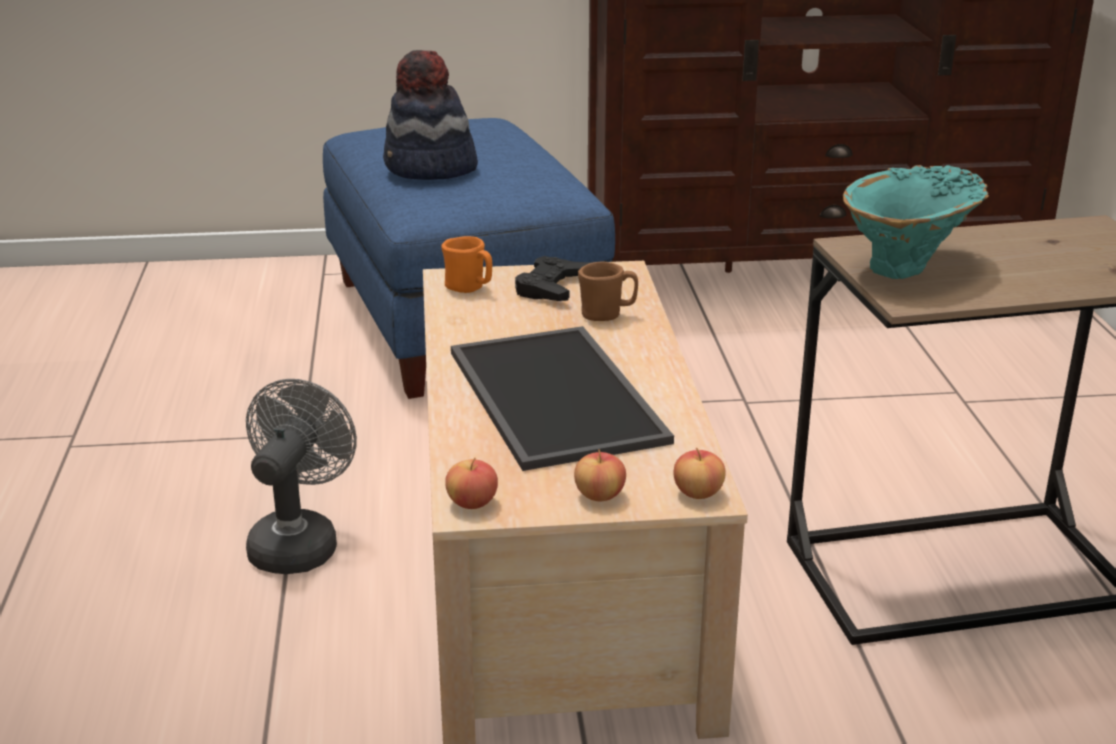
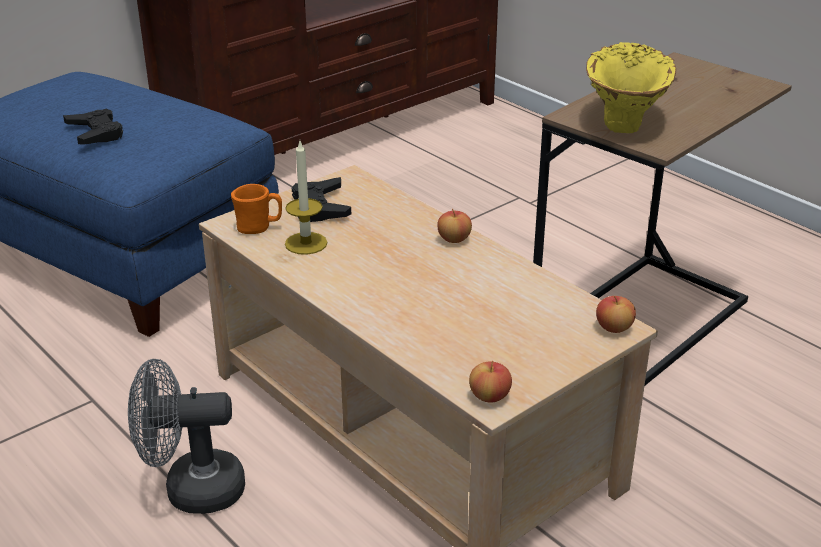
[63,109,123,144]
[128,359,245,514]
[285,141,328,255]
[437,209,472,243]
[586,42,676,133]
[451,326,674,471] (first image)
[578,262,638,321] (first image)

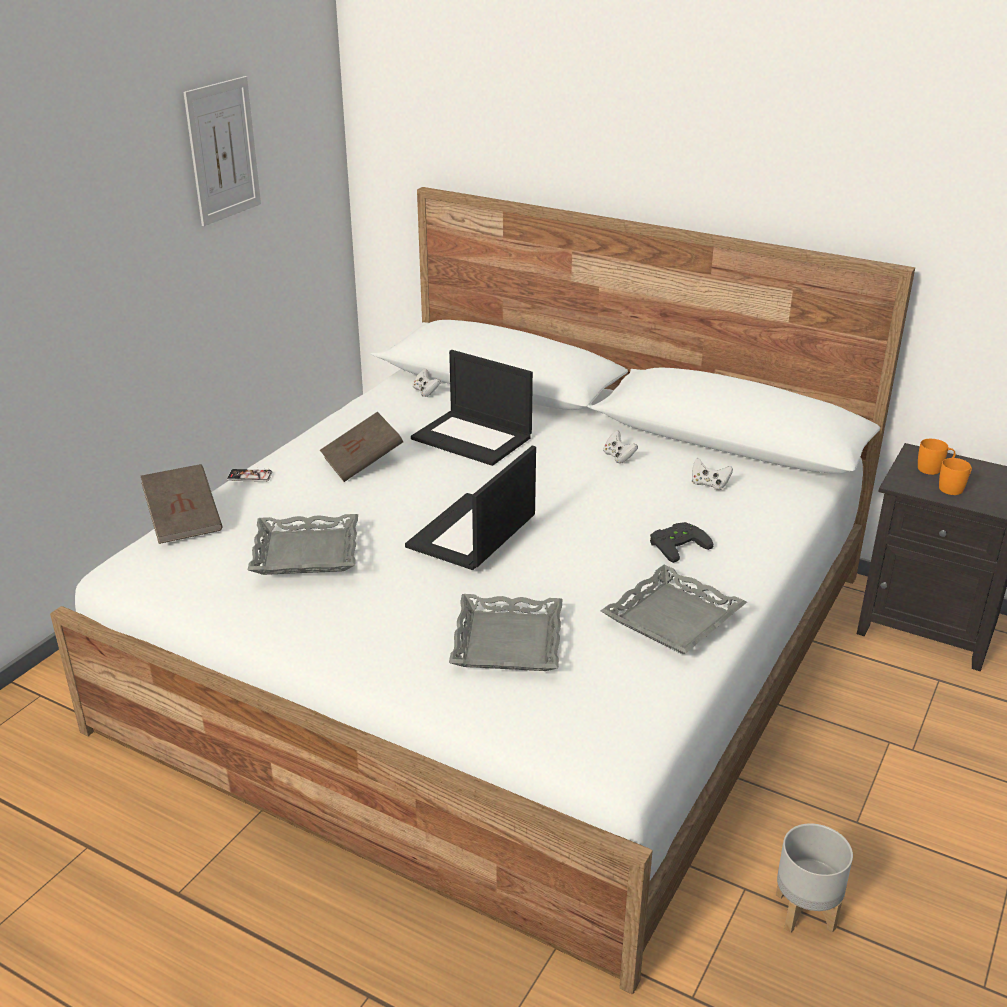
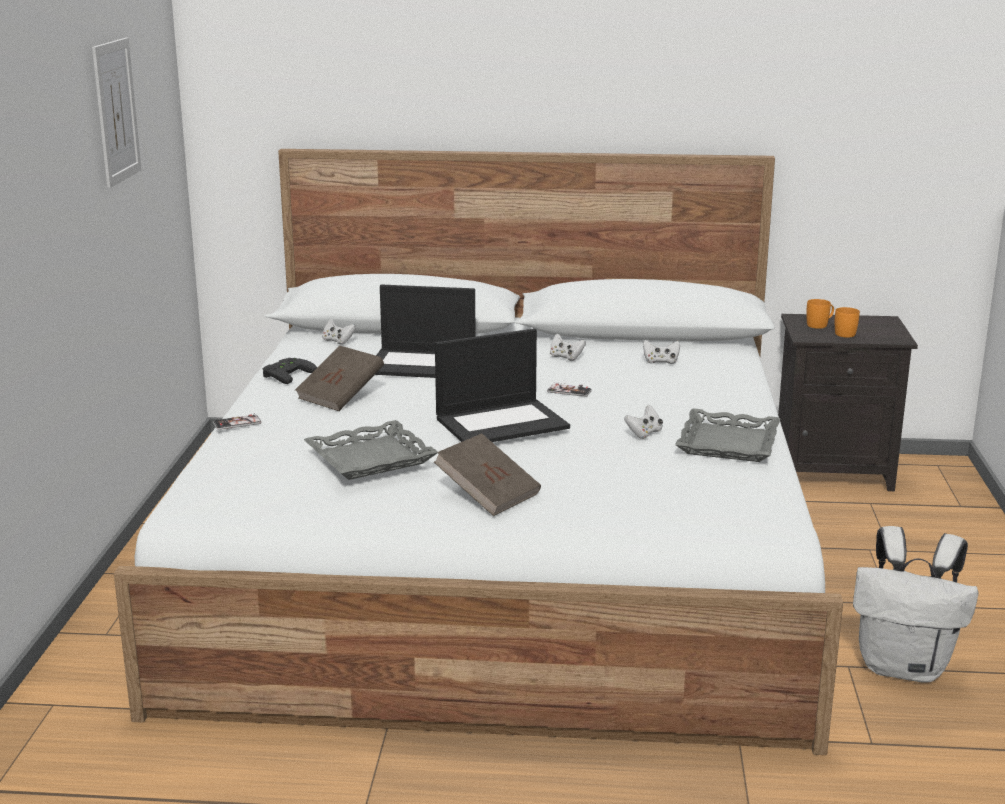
[262,358,317,384]
[434,433,541,516]
[435,329,570,442]
[547,382,592,397]
[624,405,663,439]
[853,526,979,682]
[449,594,563,671] (first image)

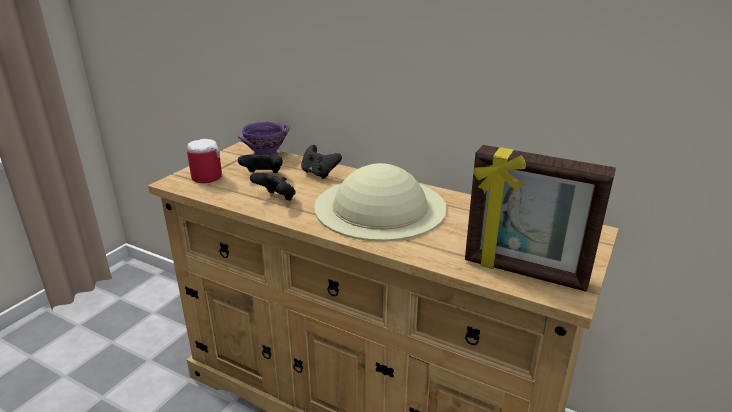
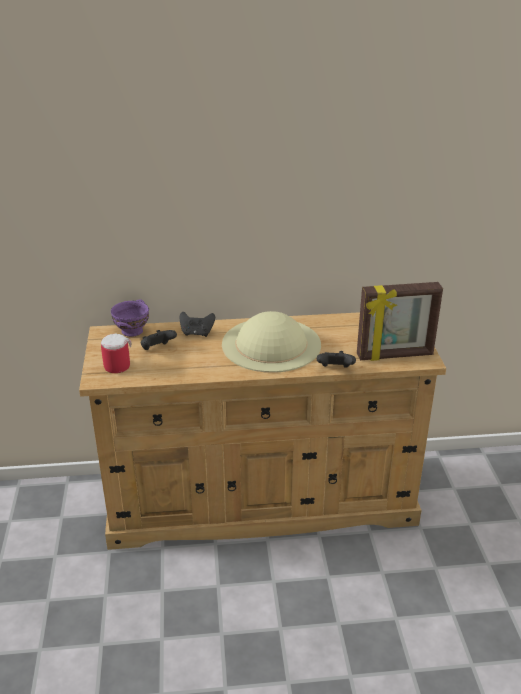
[317,351,356,368]

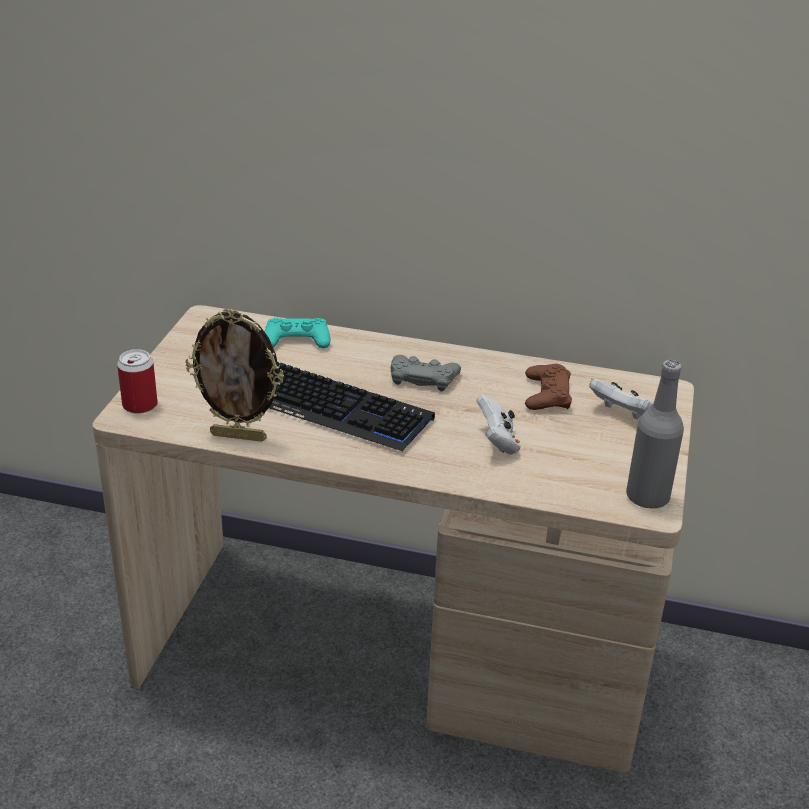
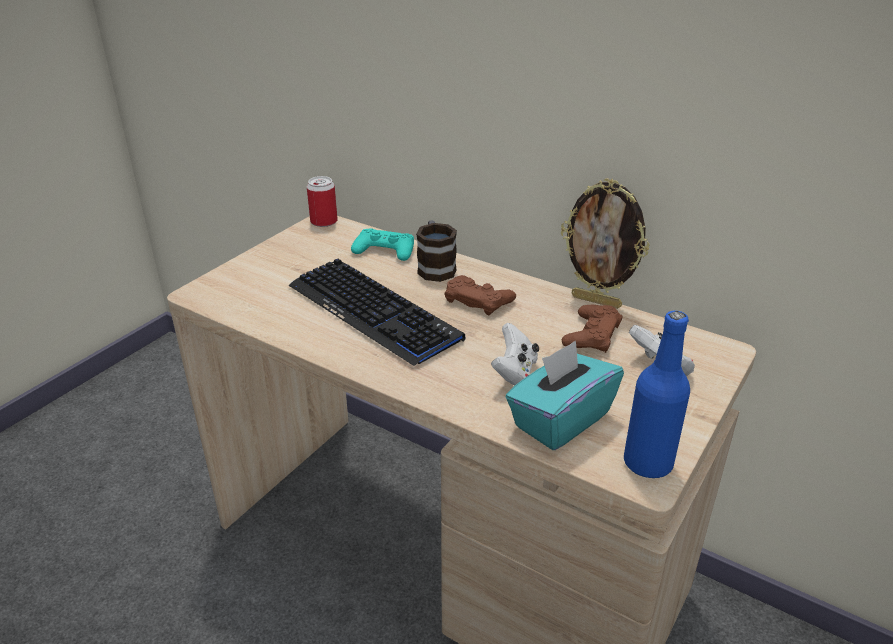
[307,176,338,227]
[416,220,457,282]
[444,275,516,315]
[505,340,624,450]
[561,179,650,309]
[624,311,690,479]

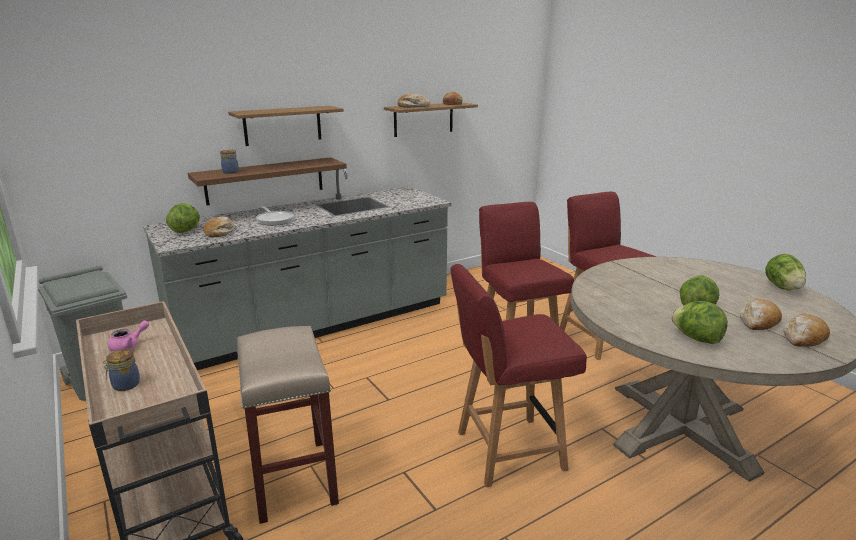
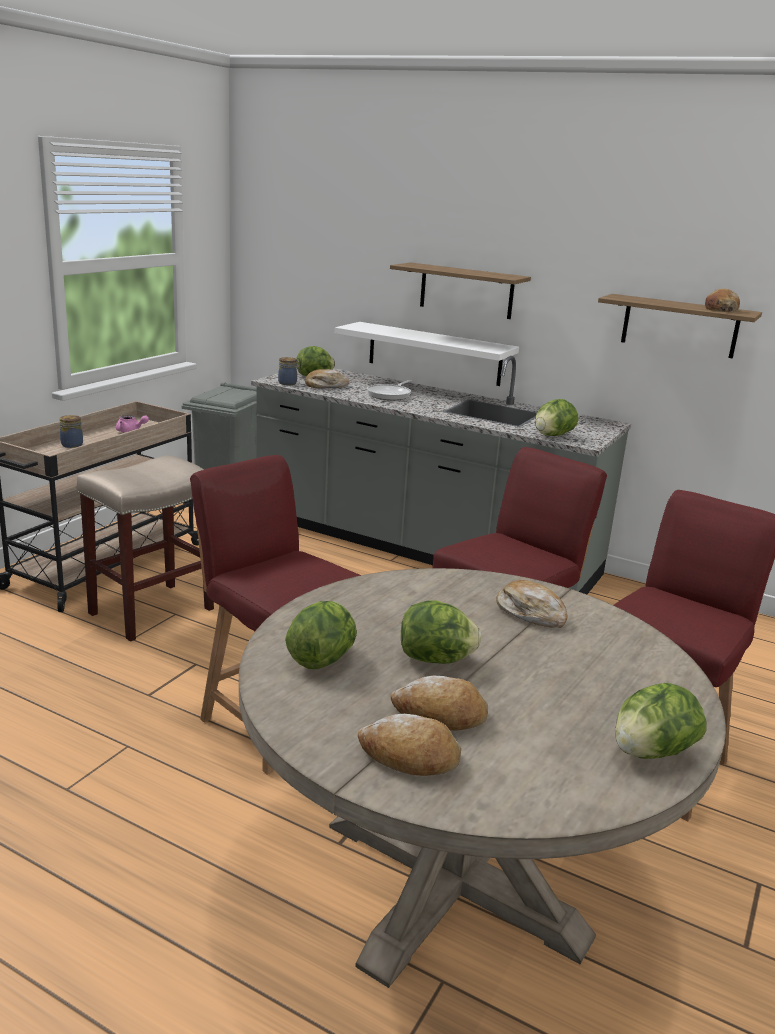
[278,357,299,385]
[335,322,519,386]
[496,580,568,628]
[535,399,578,436]

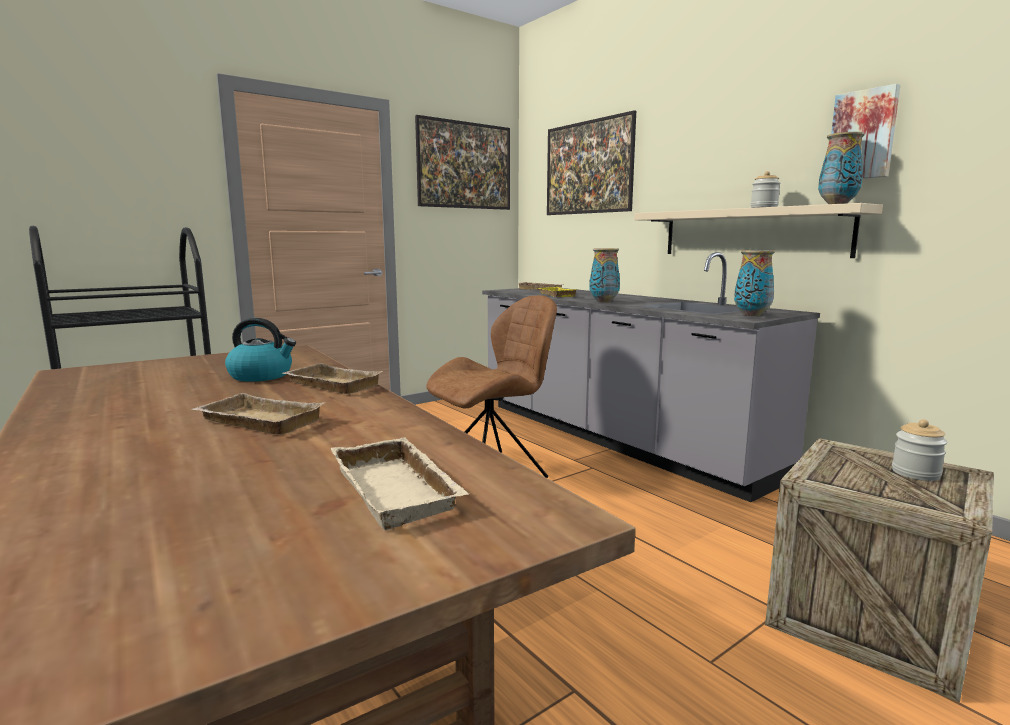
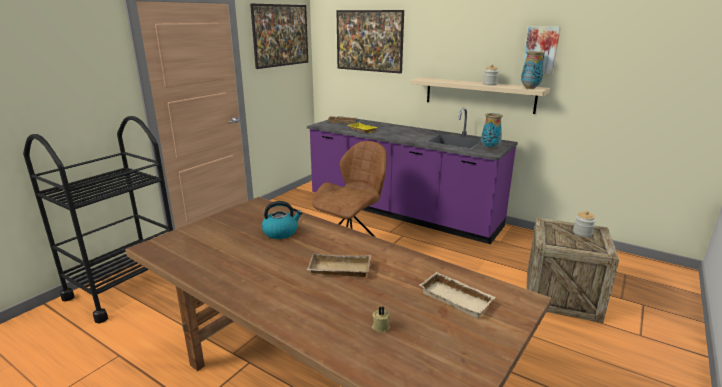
[307,108,518,244]
[372,306,390,333]
[282,363,383,394] (first image)
[589,248,620,303] (first image)

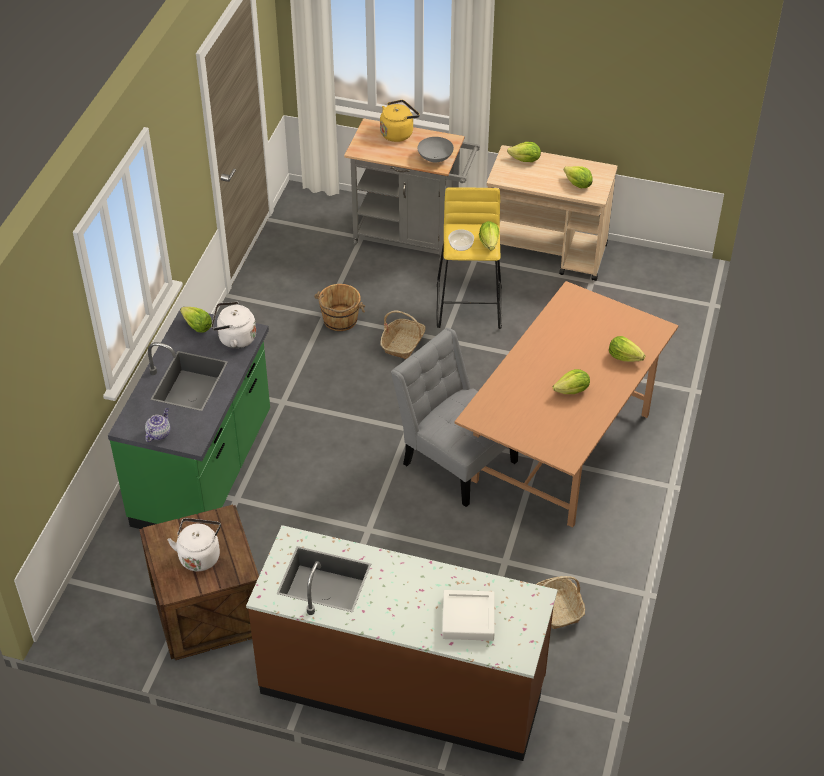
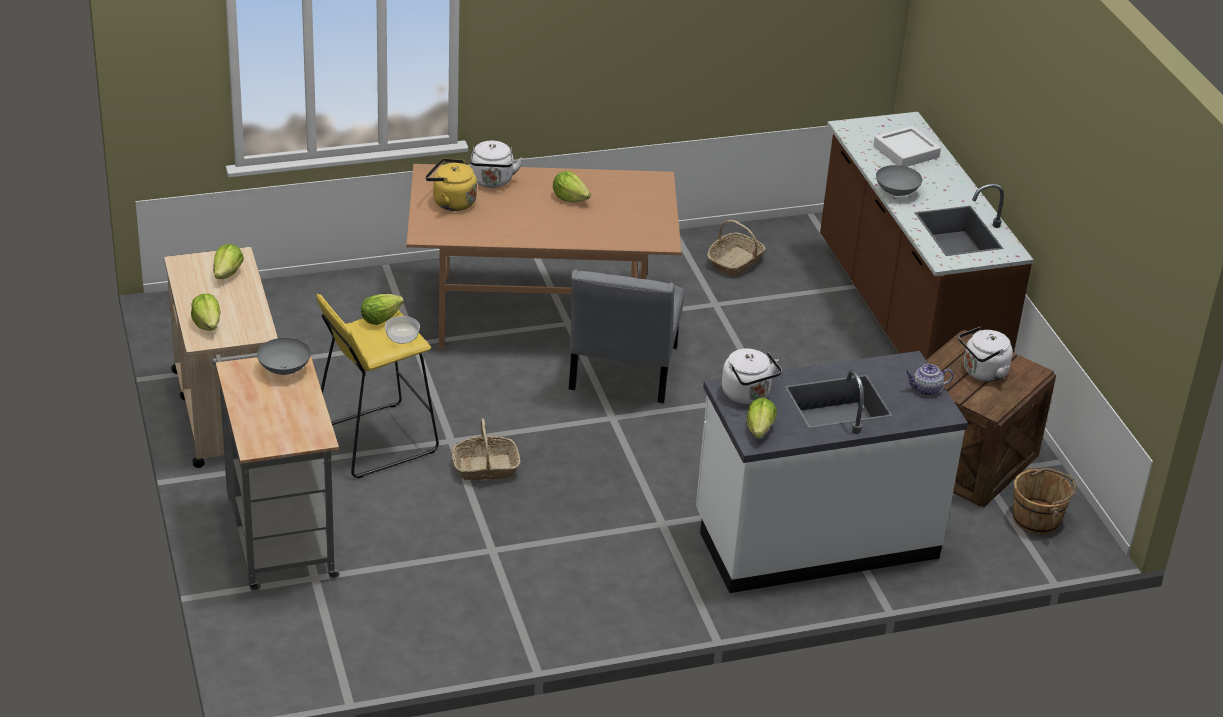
[425,158,477,211]
[471,141,523,188]
[696,351,968,593]
[876,165,922,196]
[1013,467,1076,535]

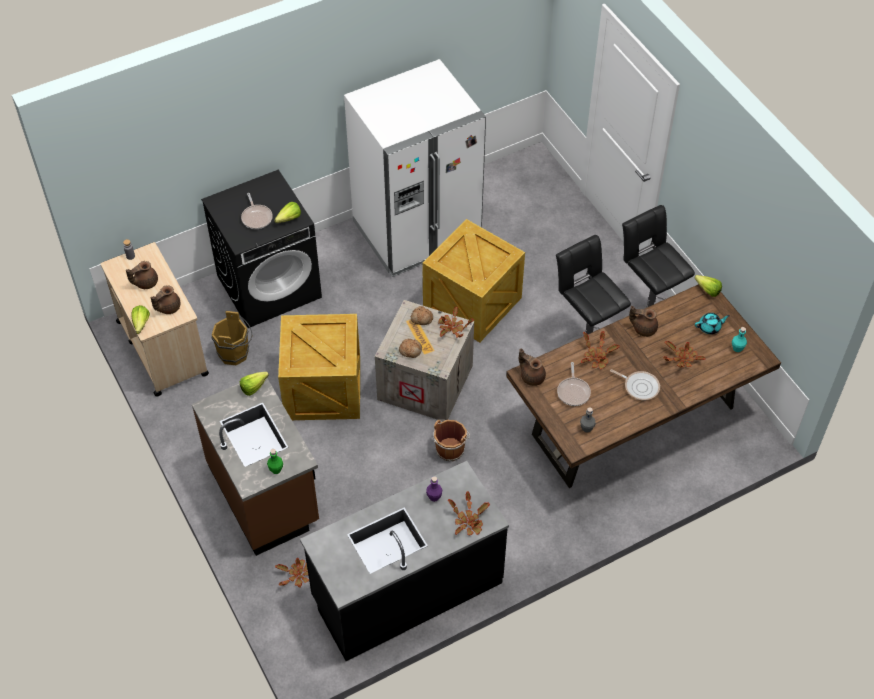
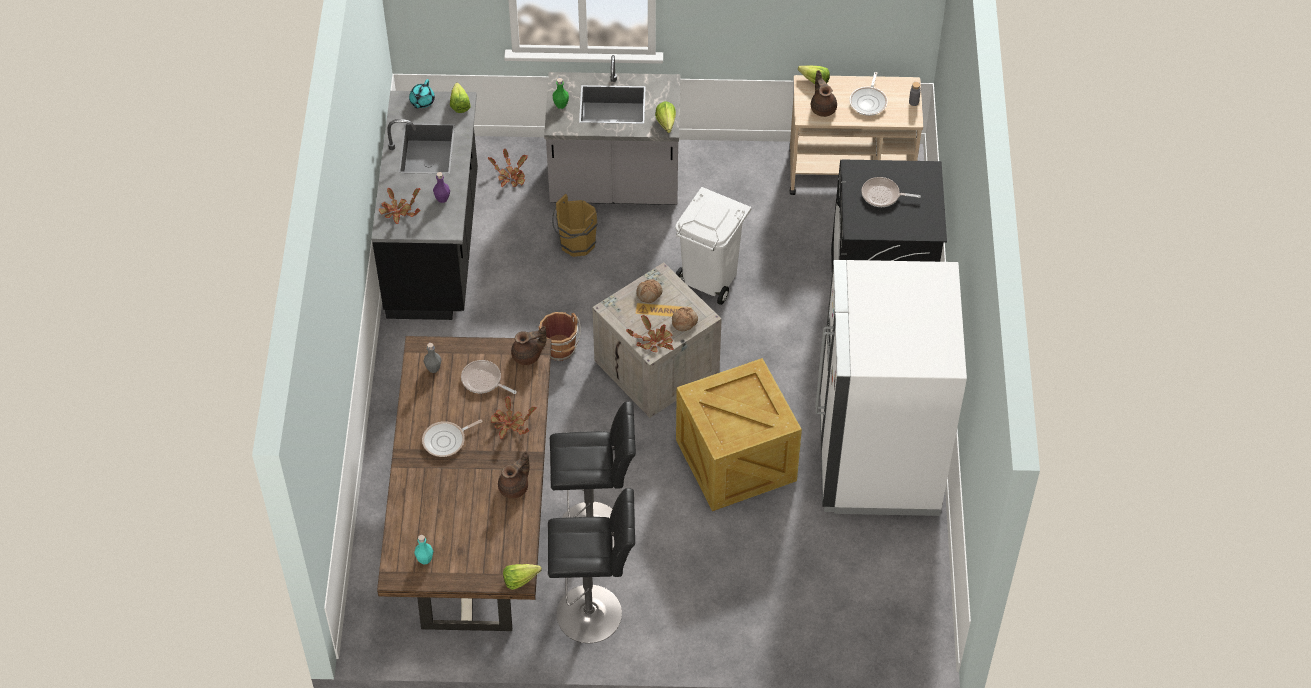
[409,79,435,108]
[450,82,471,113]
[544,55,681,205]
[552,194,598,257]
[675,187,751,305]
[849,72,888,116]
[663,341,705,368] (first image)

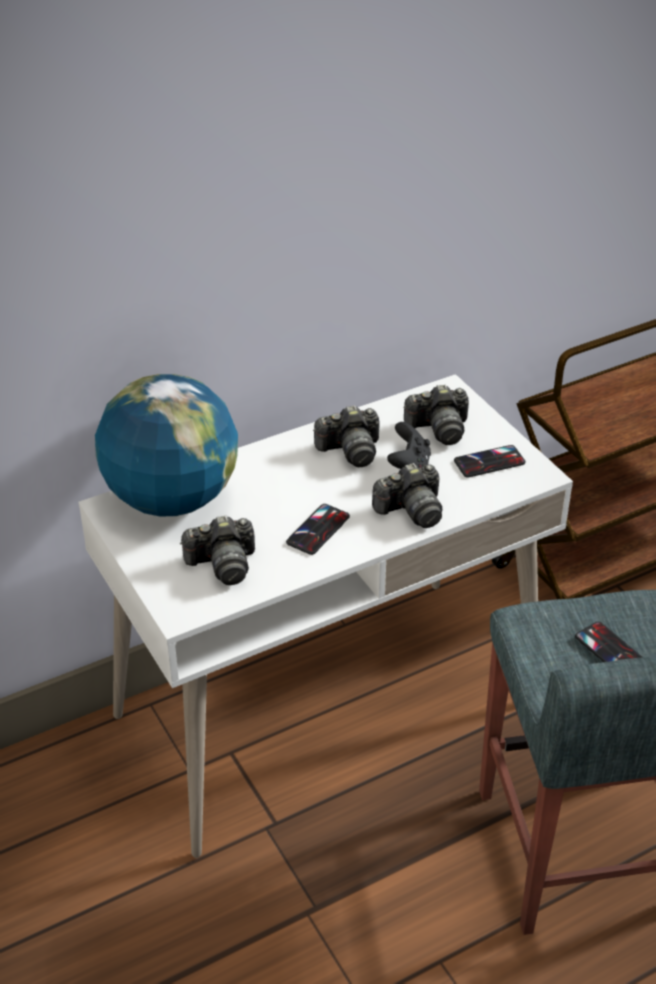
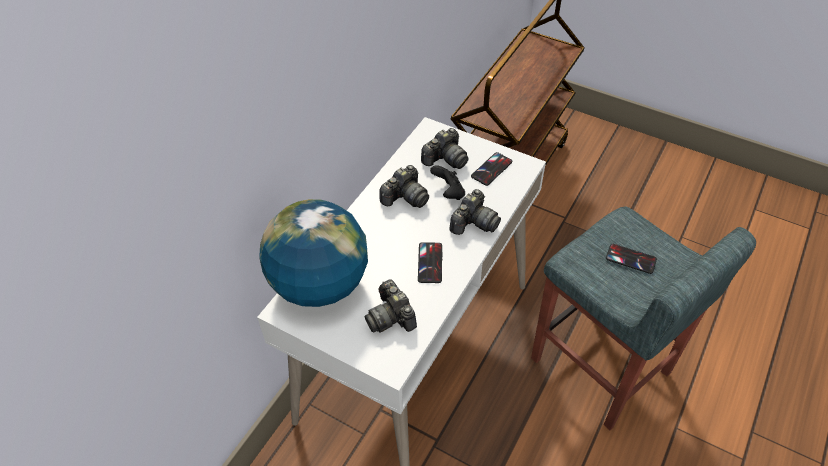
[364,280,417,333]

